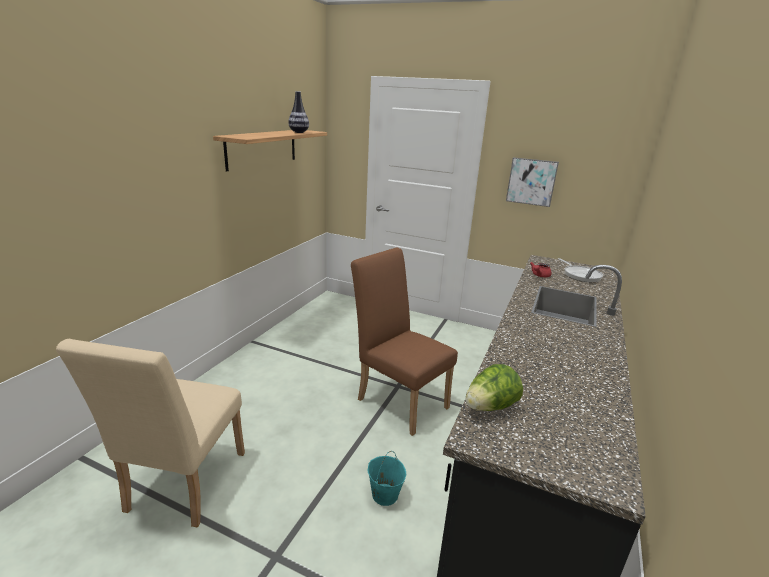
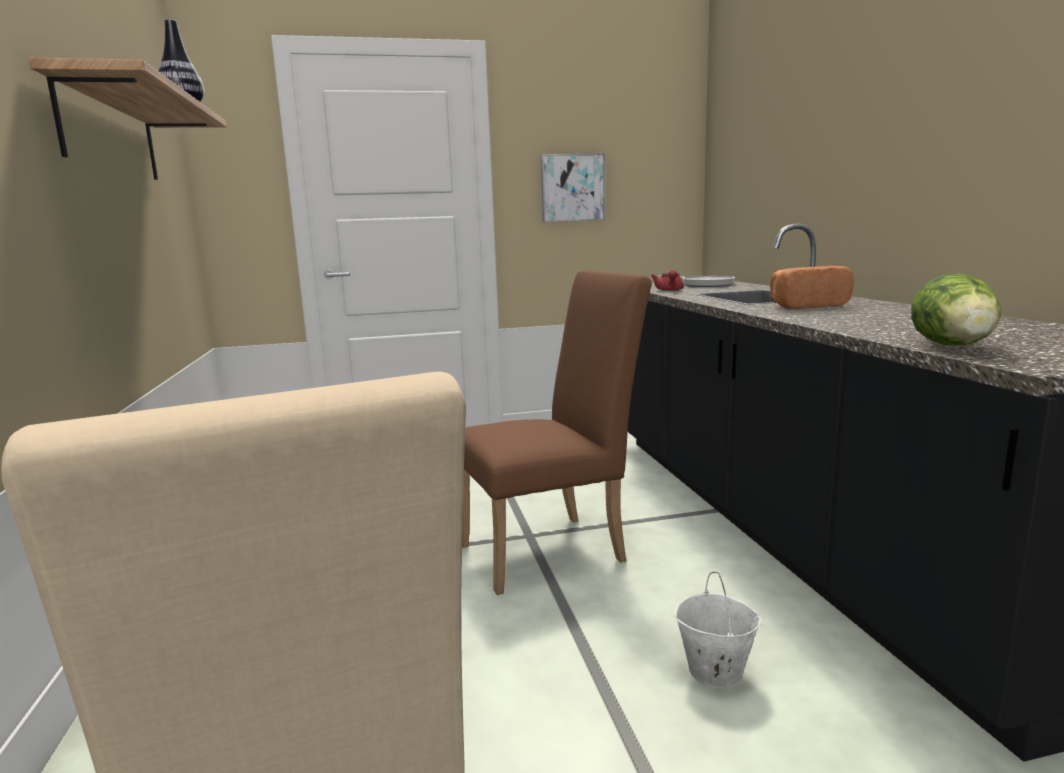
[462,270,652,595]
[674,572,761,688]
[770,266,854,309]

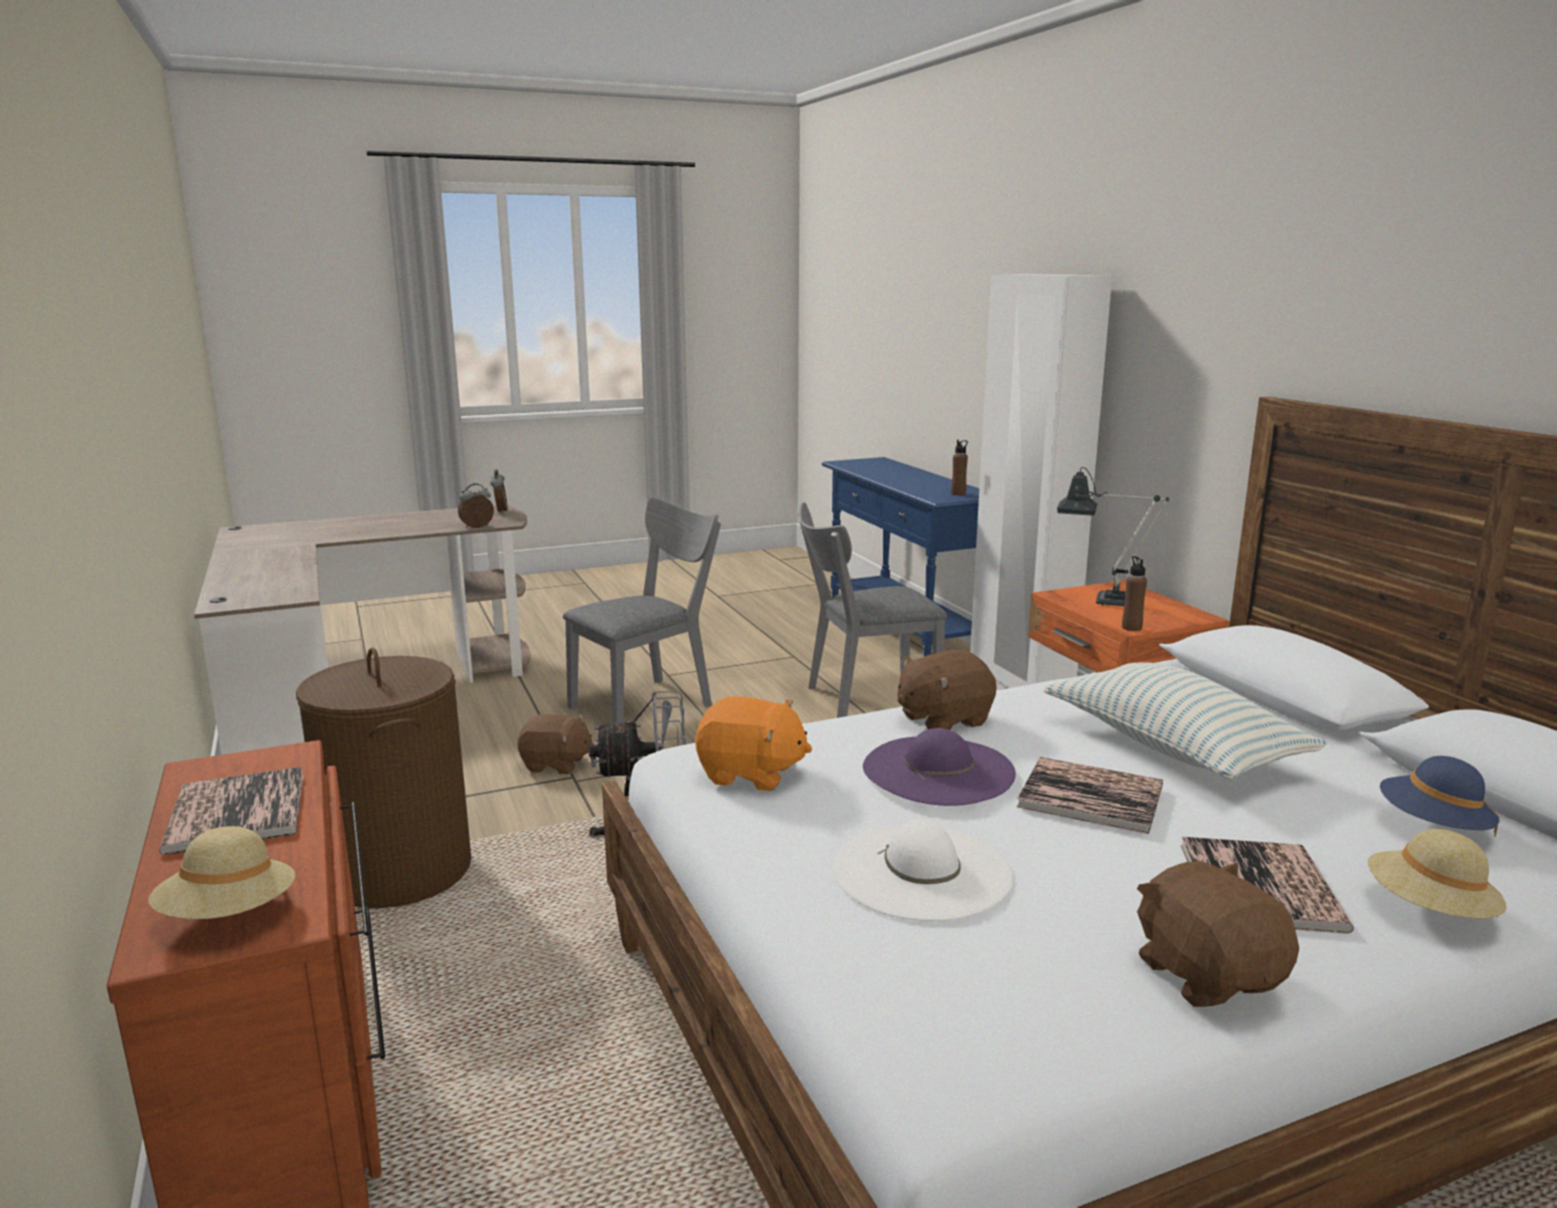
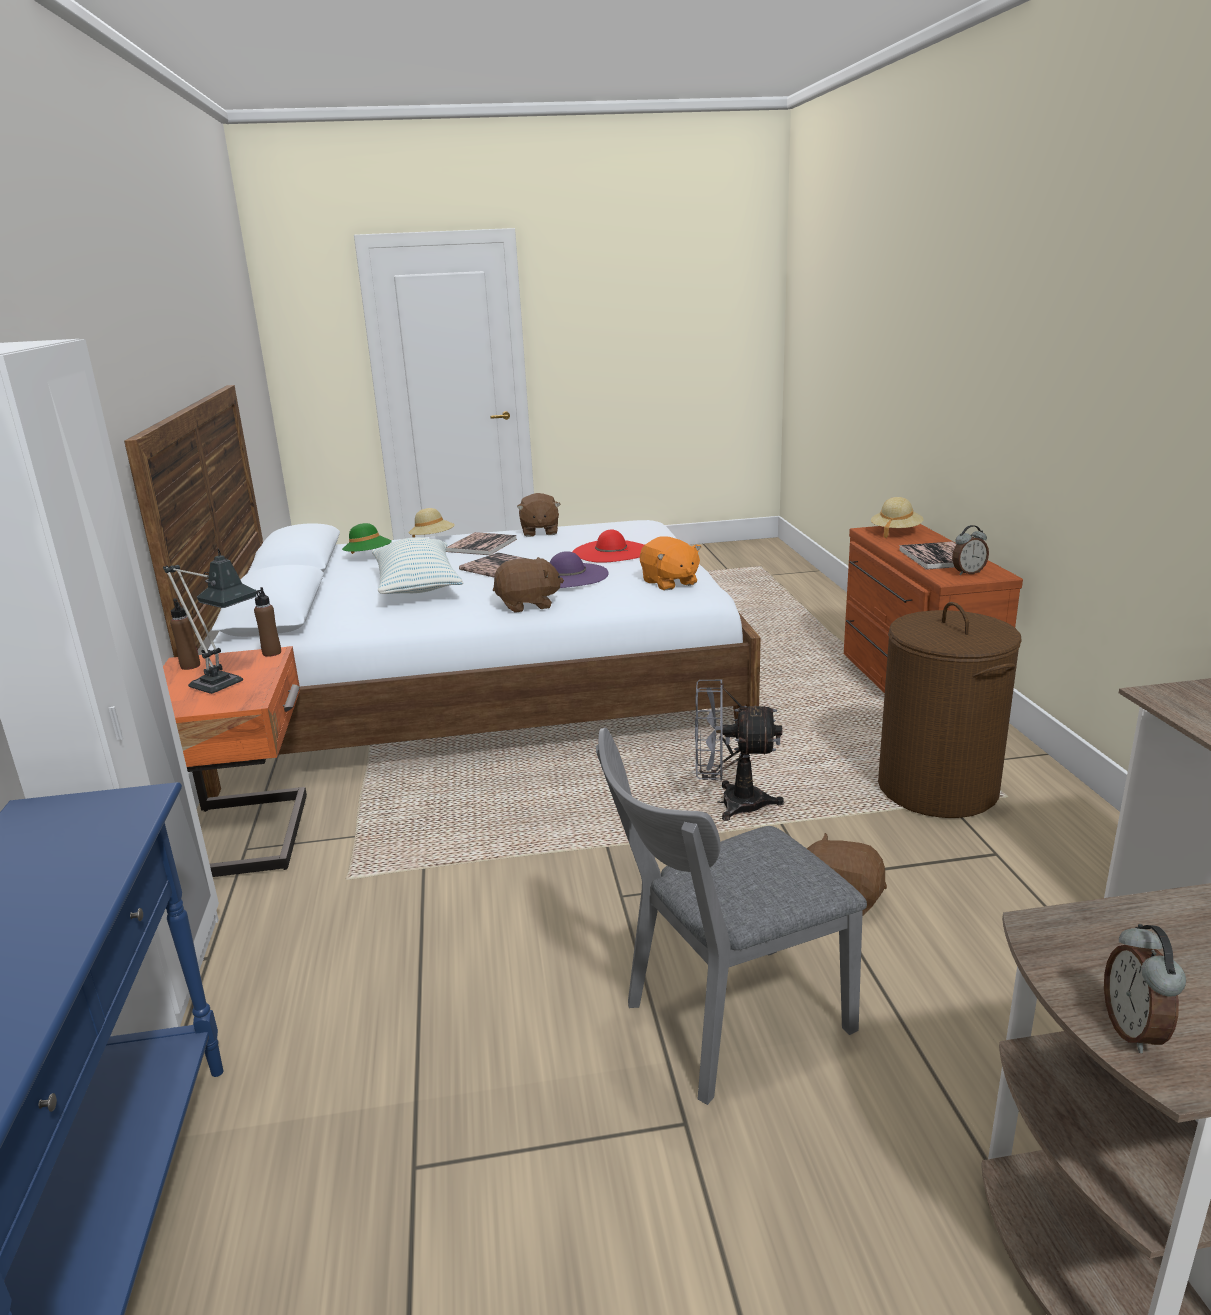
[170,598,200,670]
[342,523,392,554]
[572,529,644,563]
[640,536,701,590]
[952,525,989,575]
[798,502,948,718] (first image)

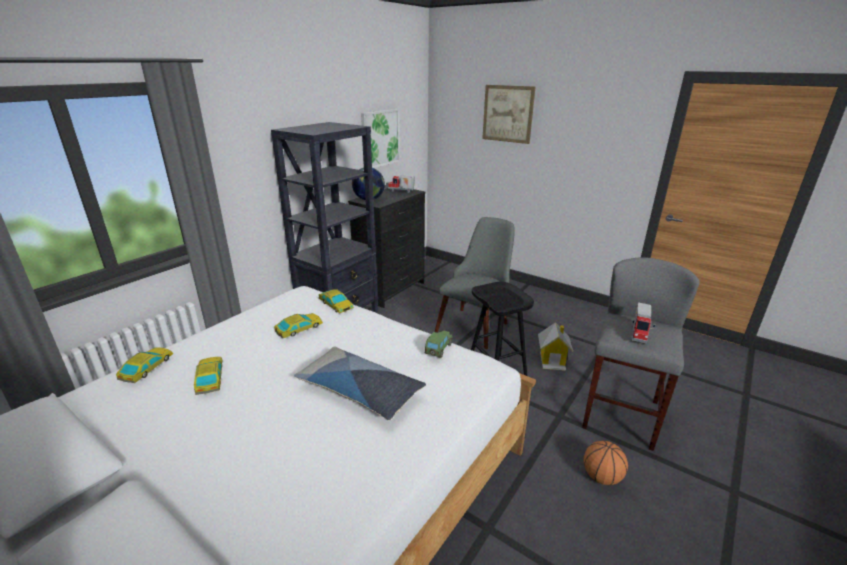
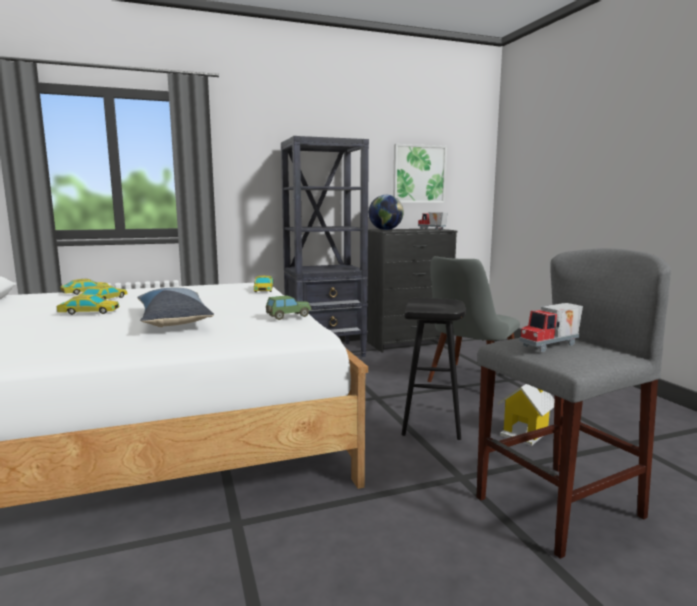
[56,295,120,315]
[427,256,520,382]
[482,85,536,144] (first image)
[583,441,628,485] (first image)

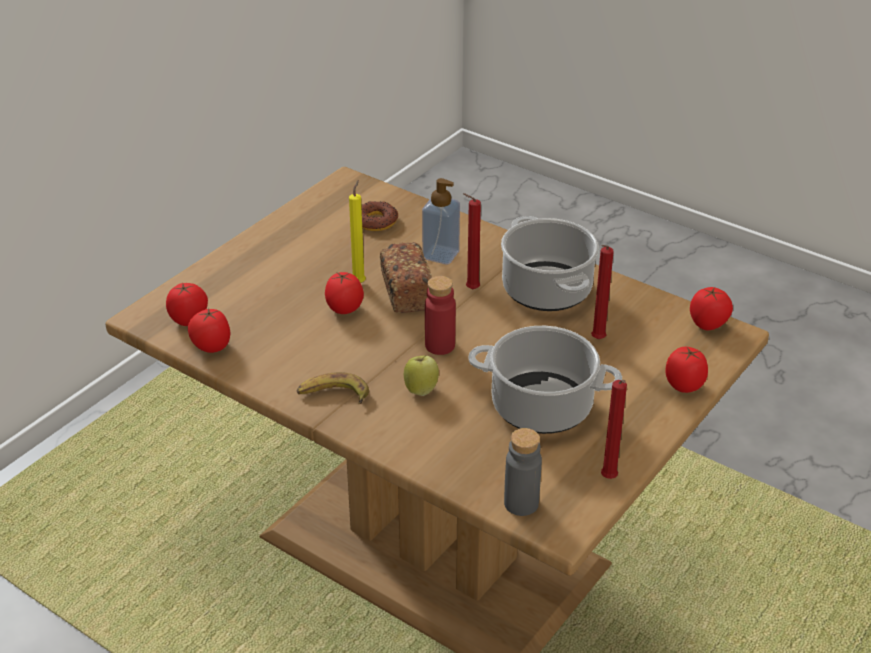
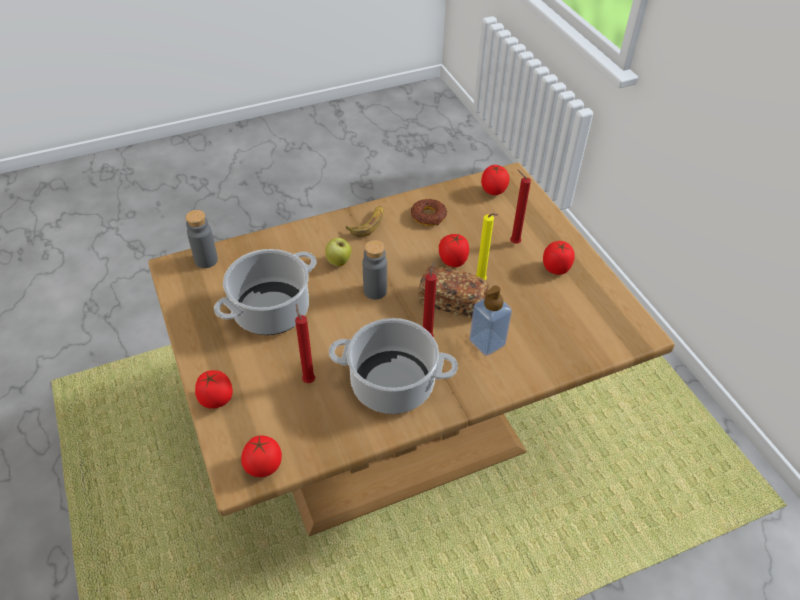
[363,240,387,300]
[411,199,447,226]
[510,170,531,244]
[543,241,575,275]

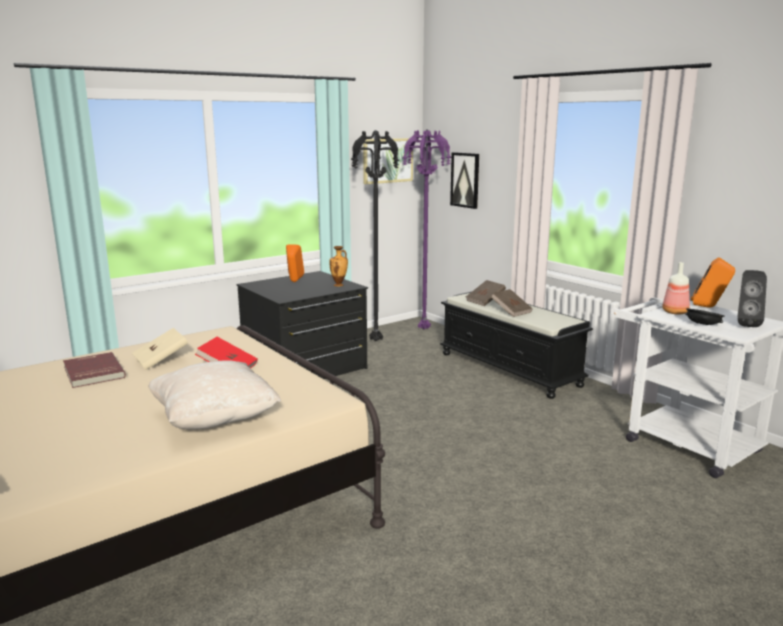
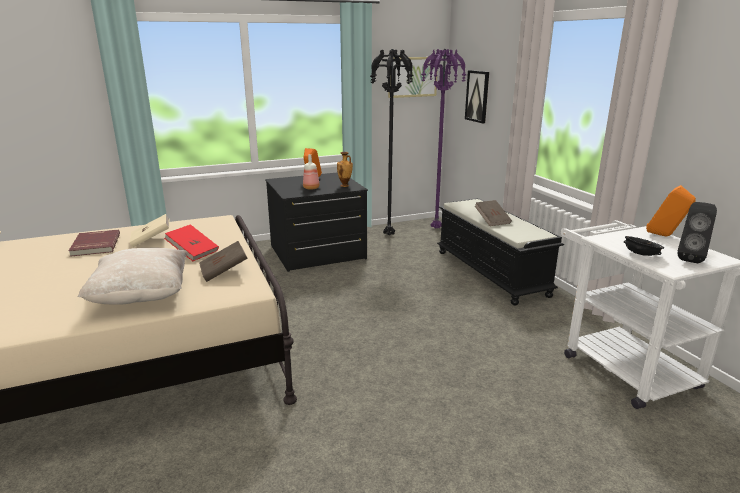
[199,241,248,282]
[303,154,320,190]

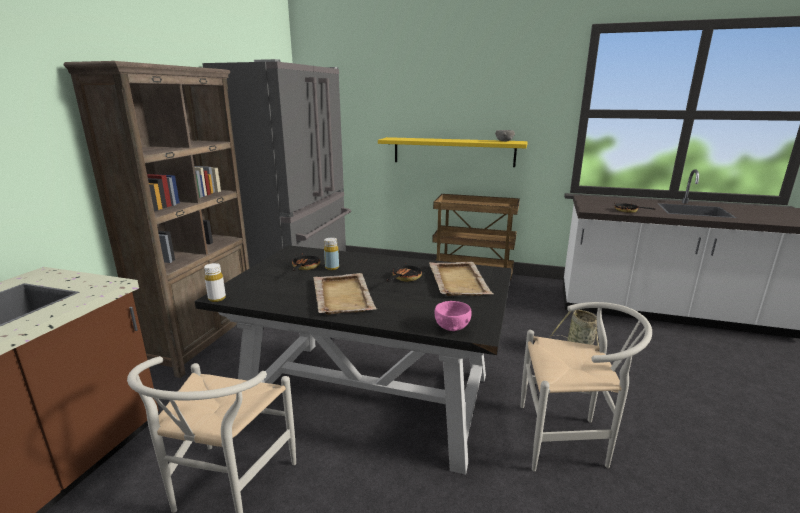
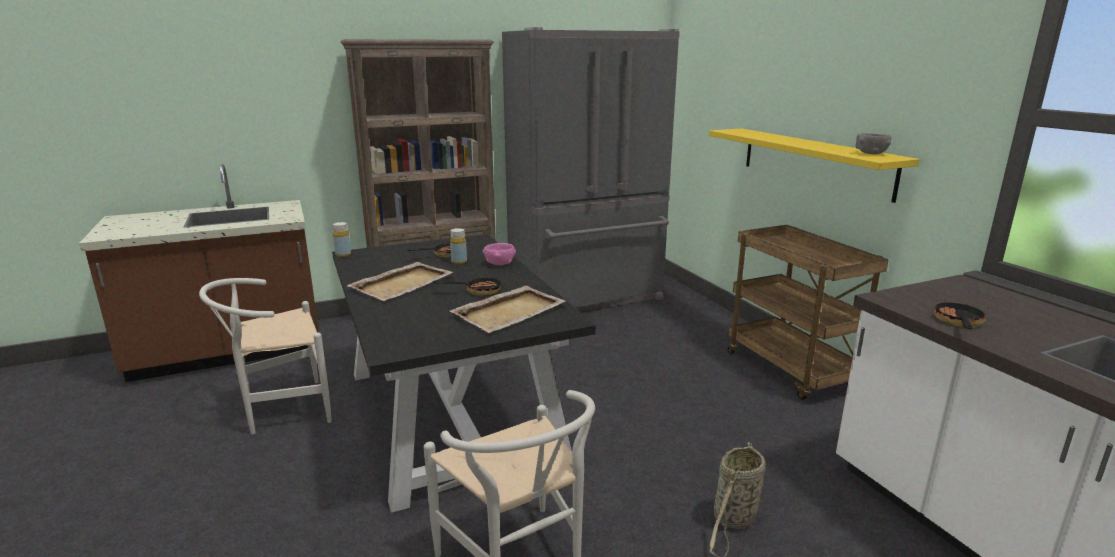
[333,222,351,257]
[483,243,516,265]

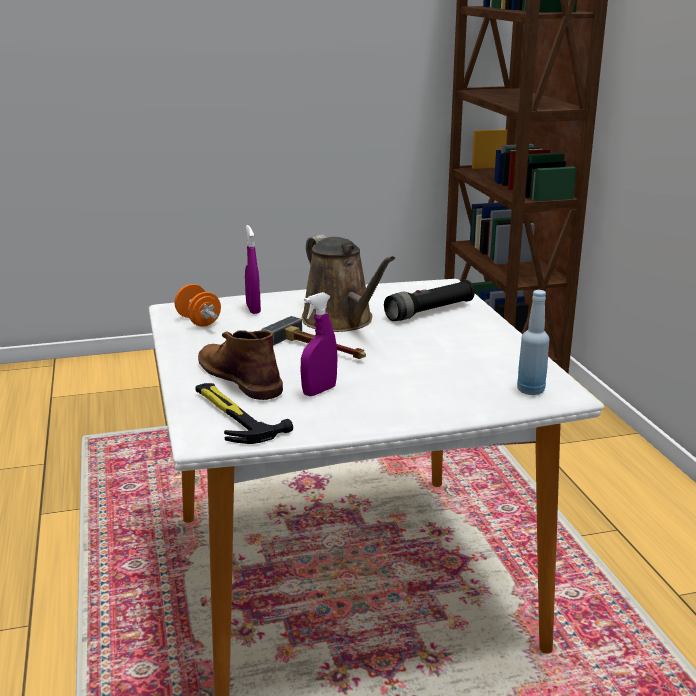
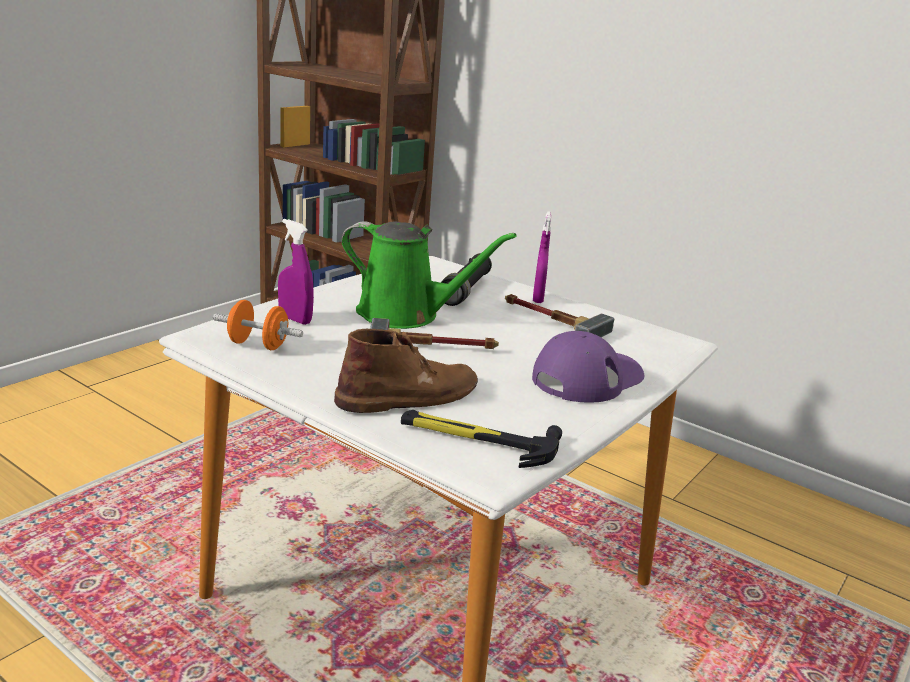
[334,329,478,413]
[341,222,517,329]
[505,294,614,337]
[532,331,644,403]
[533,212,551,303]
[517,290,549,395] (first image)

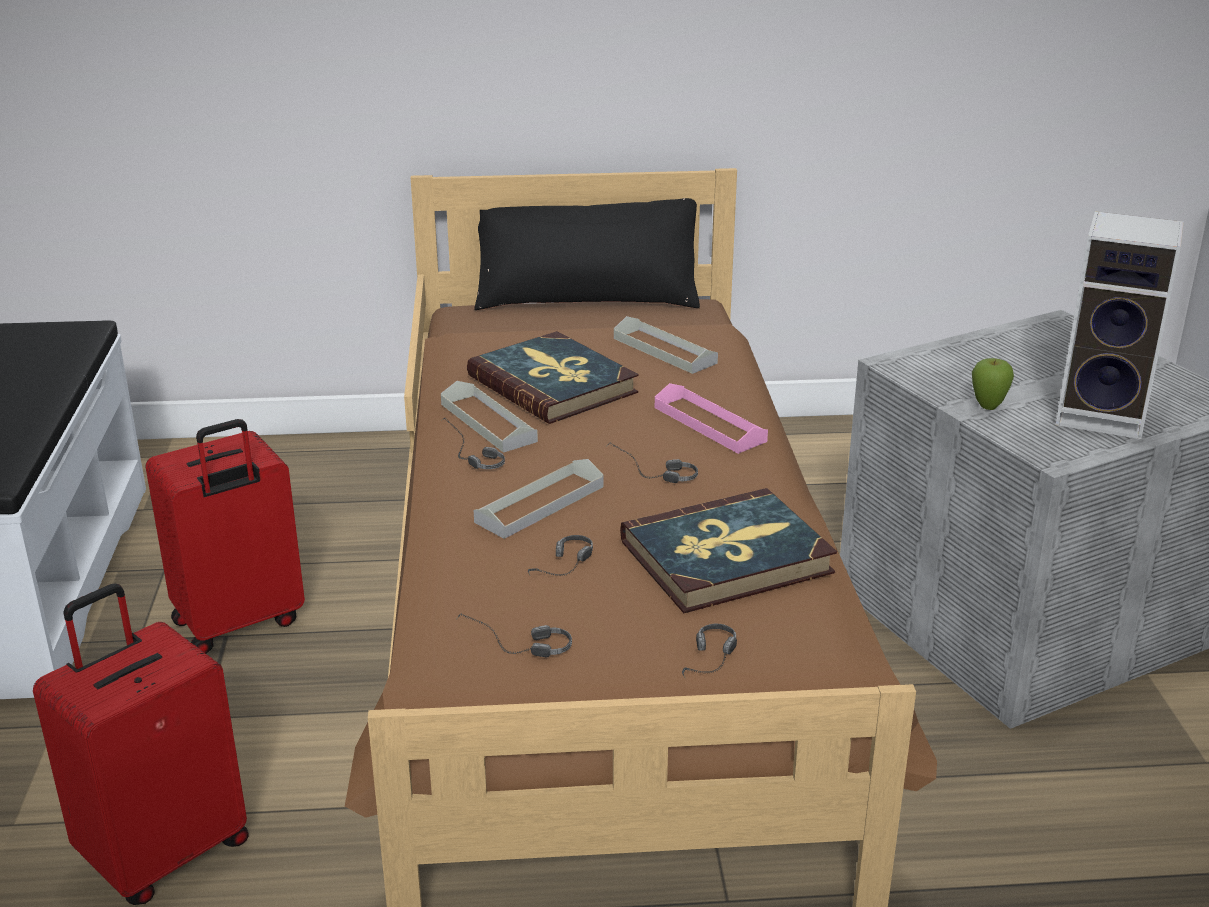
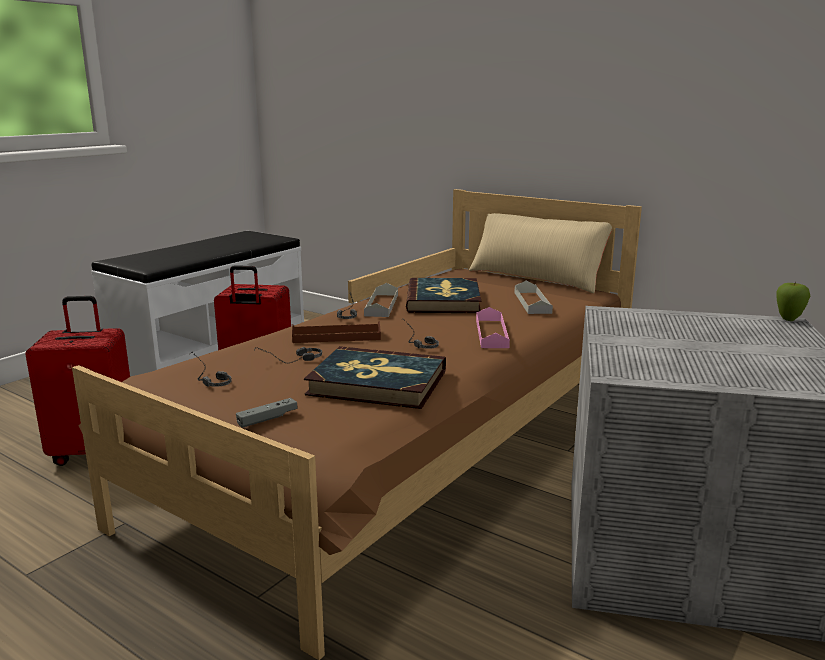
[236,398,298,428]
[292,321,381,343]
[469,213,612,294]
[776,282,810,321]
[1056,211,1184,439] (first image)

